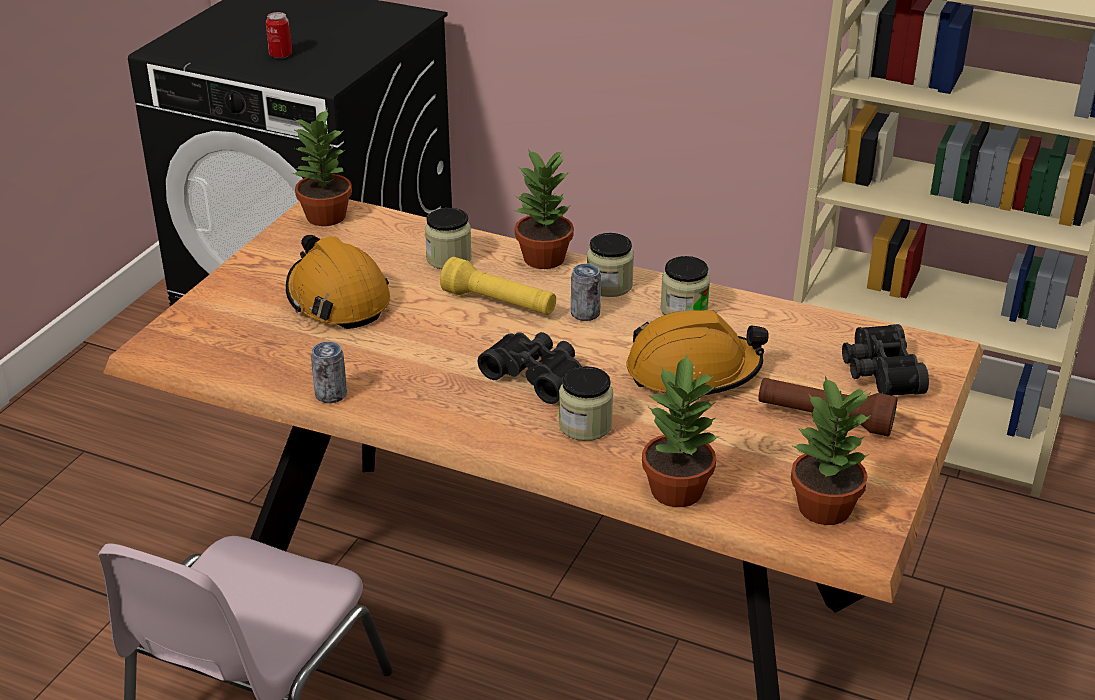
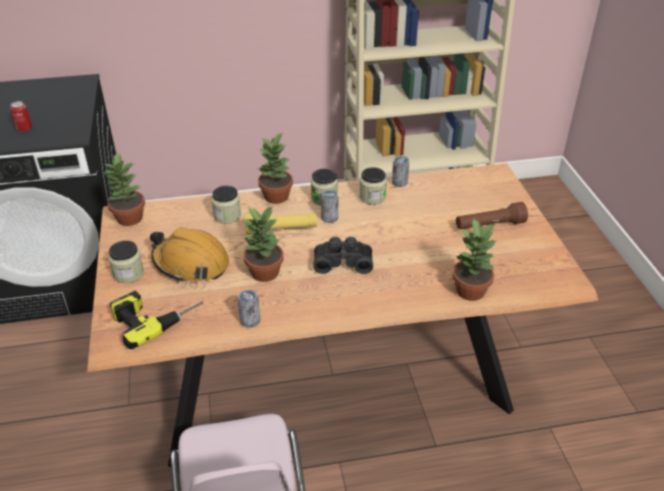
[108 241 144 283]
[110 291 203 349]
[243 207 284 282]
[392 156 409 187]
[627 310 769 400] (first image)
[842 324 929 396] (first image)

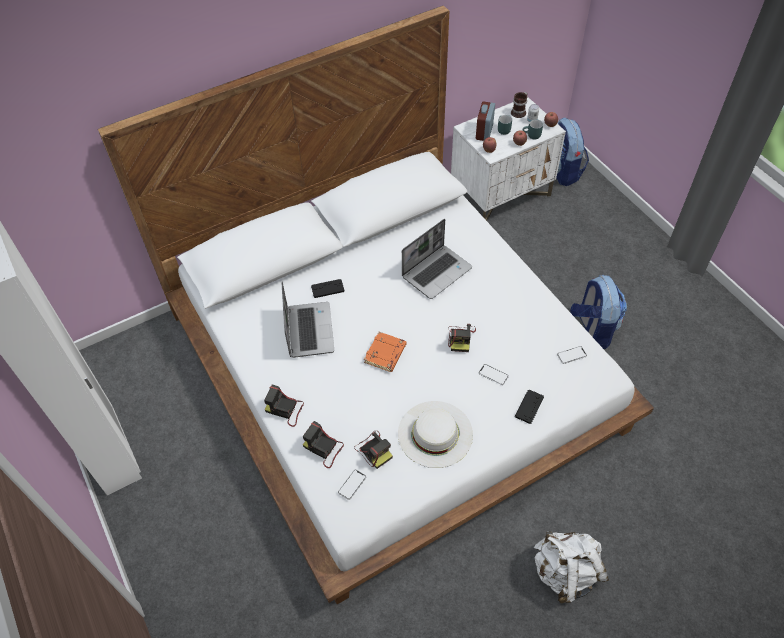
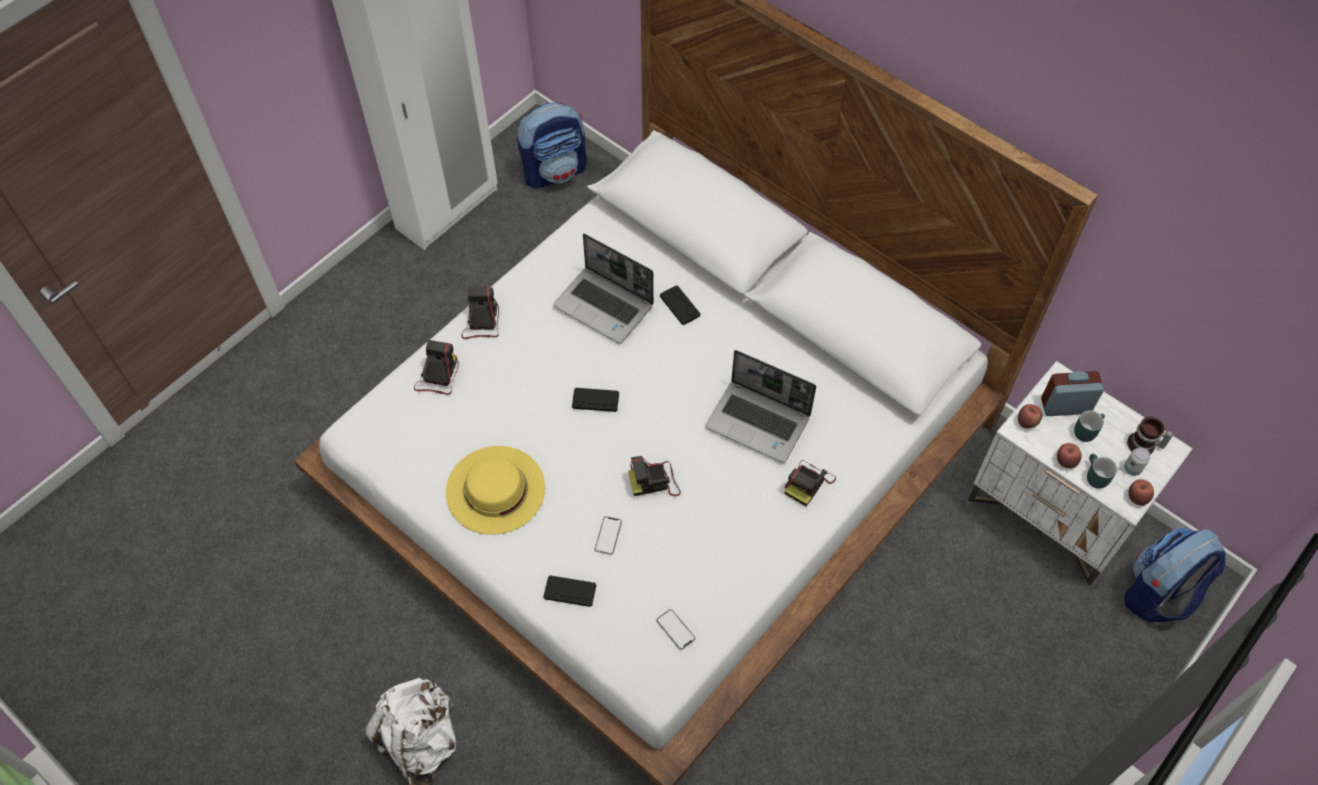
[446 446 545 535]
[517 102 587 188]
[553 233 654 344]
[572 388 619 412]
[785 460 836 506]
[338 469 366 500] (first image)

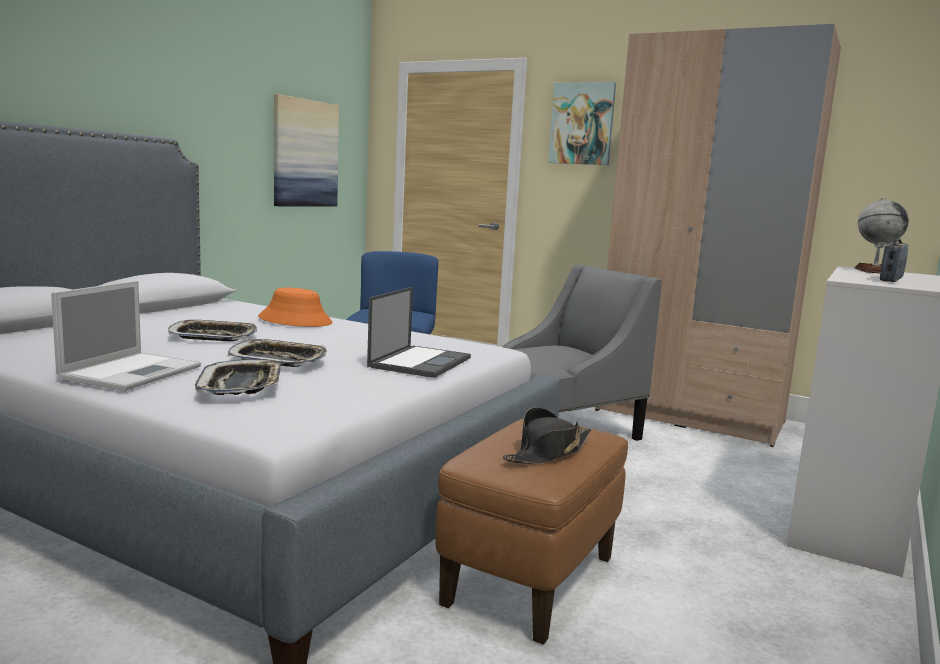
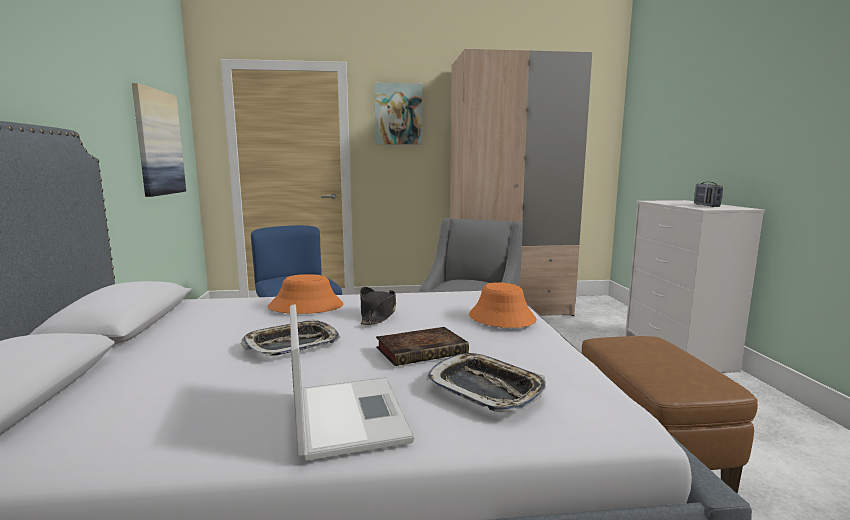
[360 287 396 325]
[376 327 469 366]
[469 282 537 328]
[855 197 909 273] (first image)

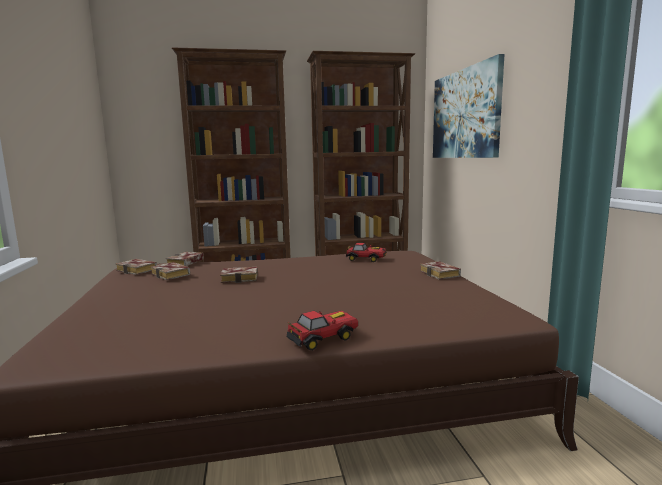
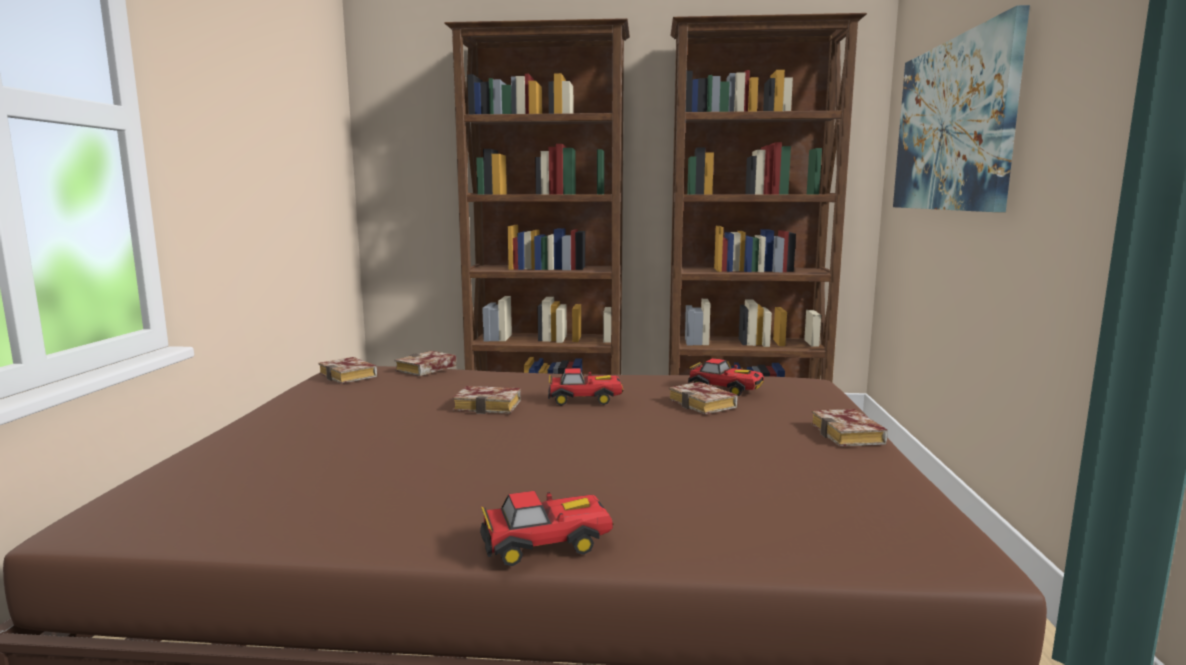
[548 368 624 406]
[668 382 737 415]

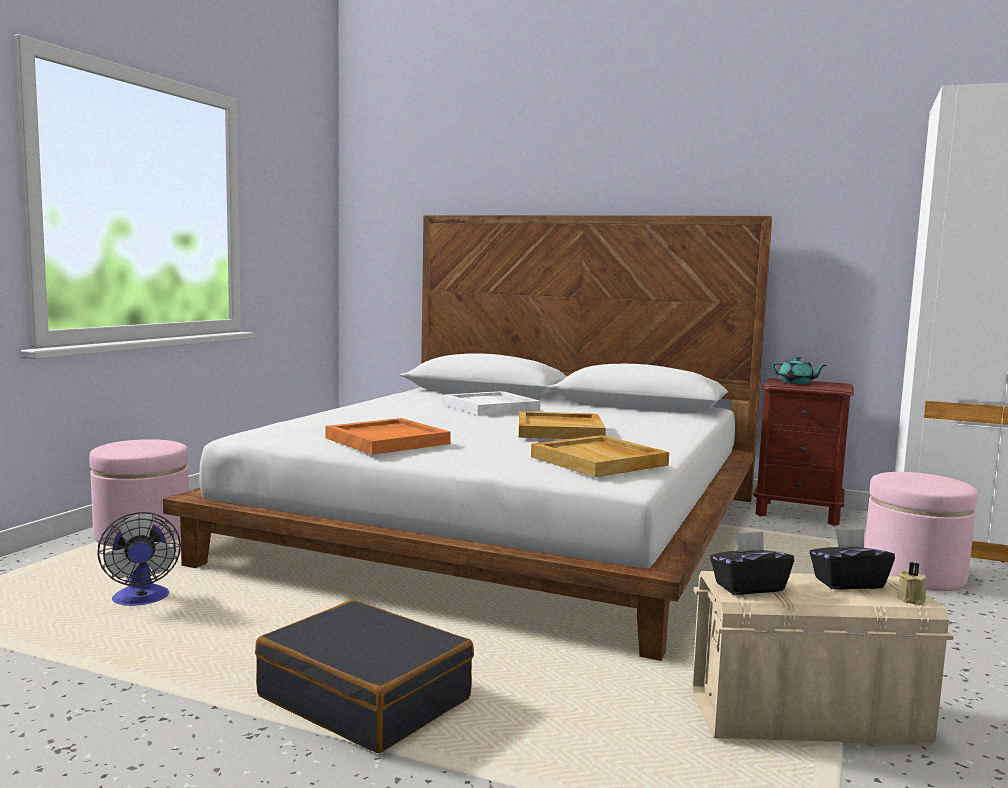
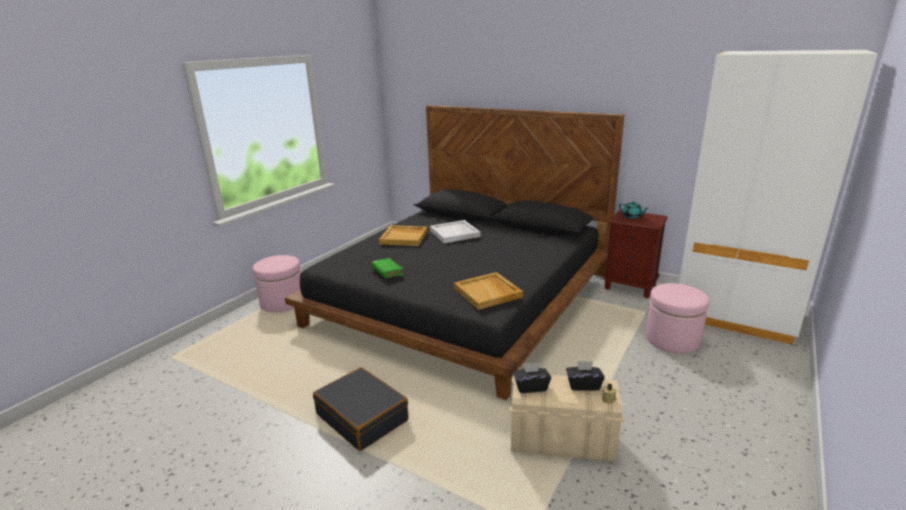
[285 105 624 400]
[371 258 403 278]
[379 225 428 246]
[97 512 181 606] (first image)

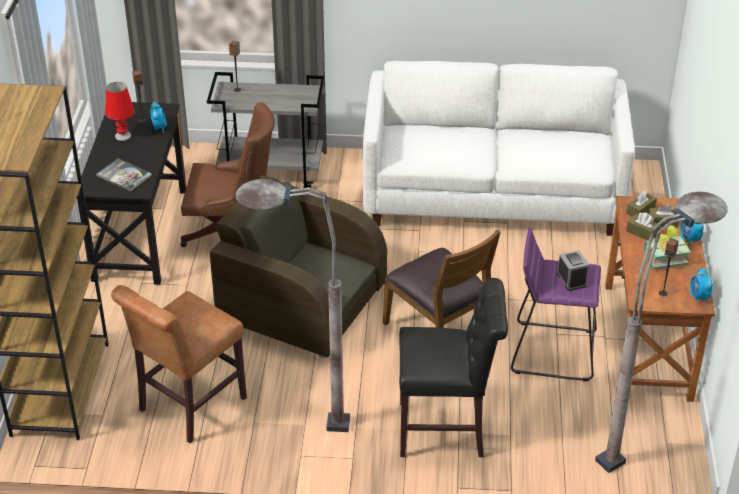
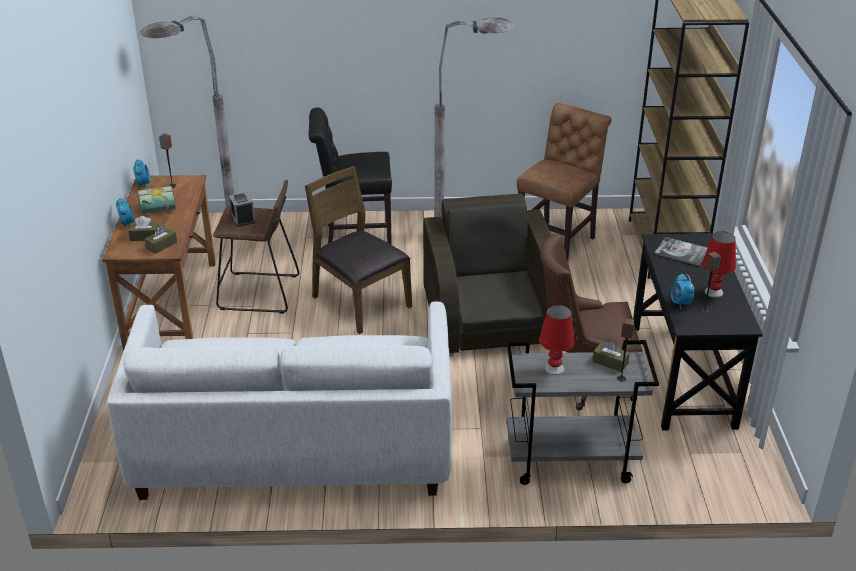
[213 180 299 314]
[423 194 551 357]
[539 305 575 375]
[592 341 630 372]

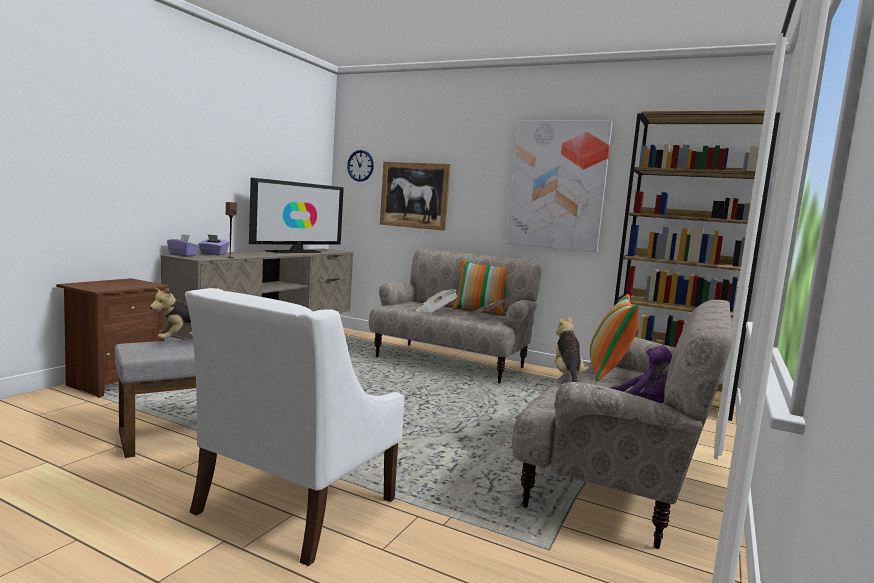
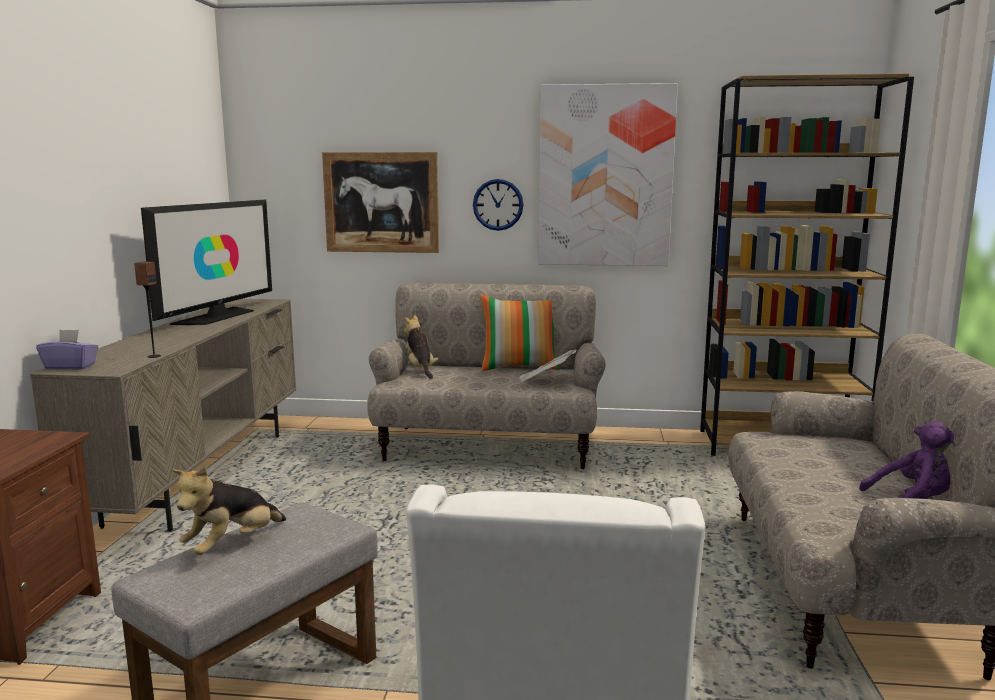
[404 315 438 379]
[473 179 523 231]
[198 234 229 255] (first image)
[416 289 458 313] (first image)
[590 294 639 382] (first image)

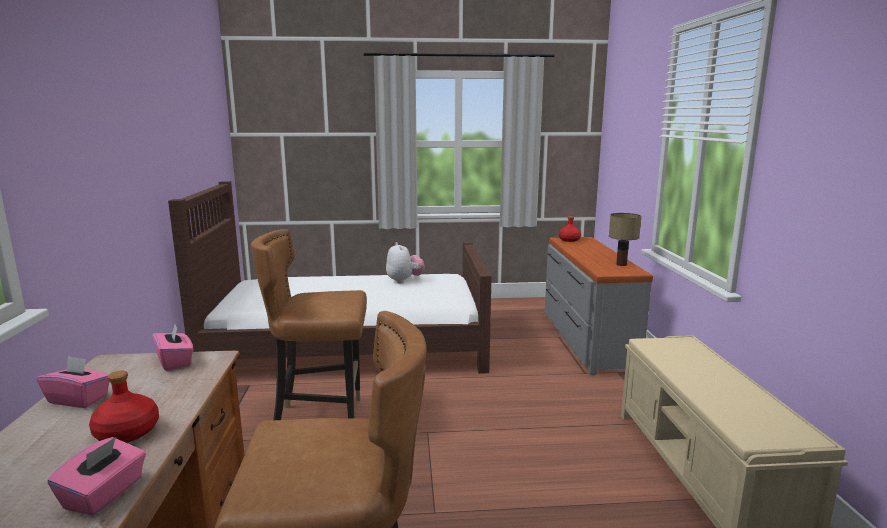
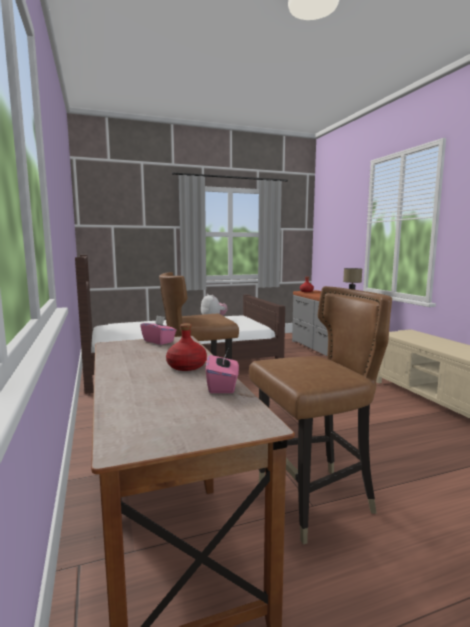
[37 356 110 408] (first image)

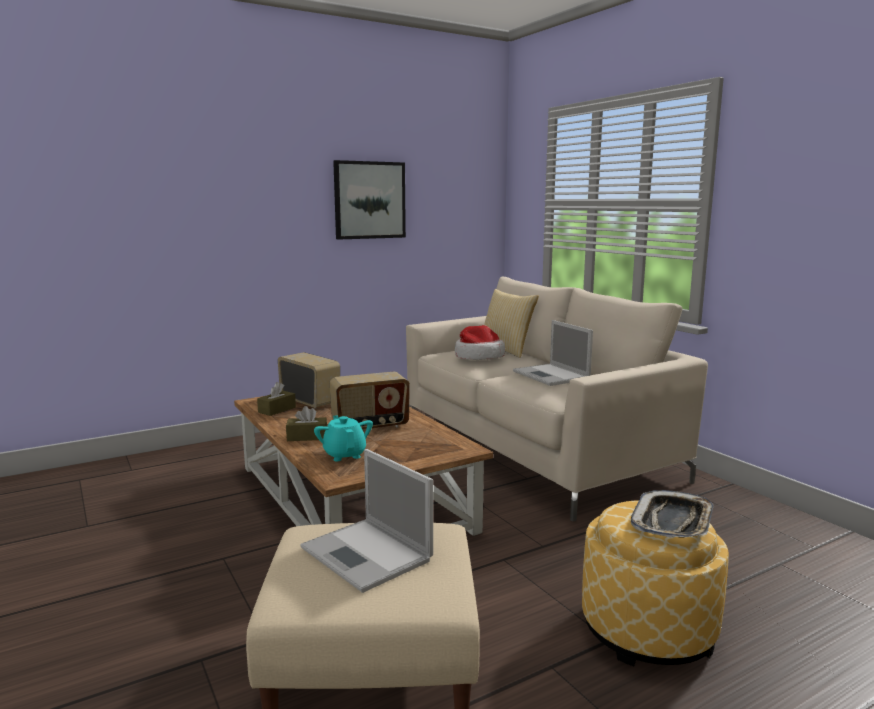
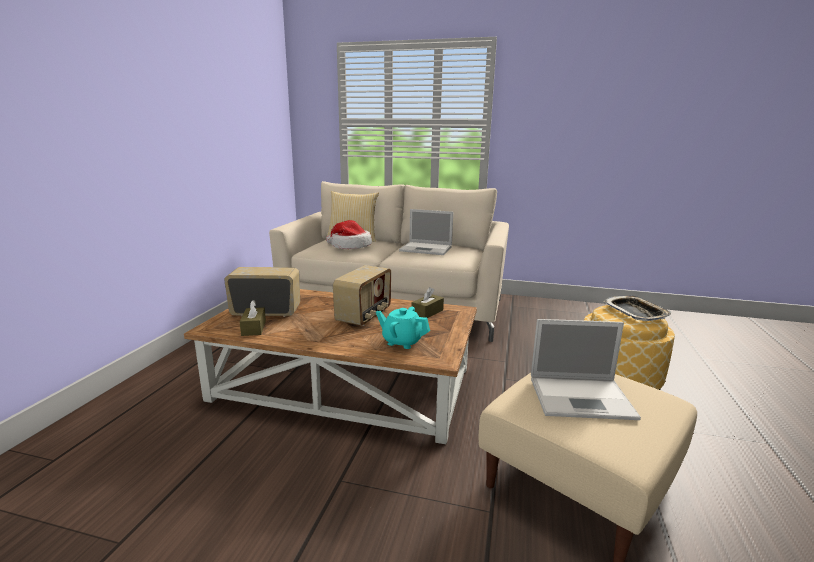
[412 287 444 318]
[333 160 406 240] (first image)

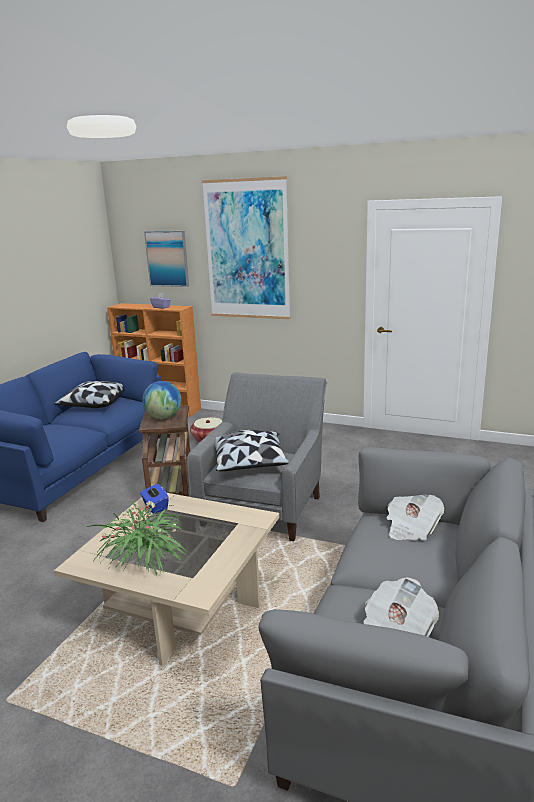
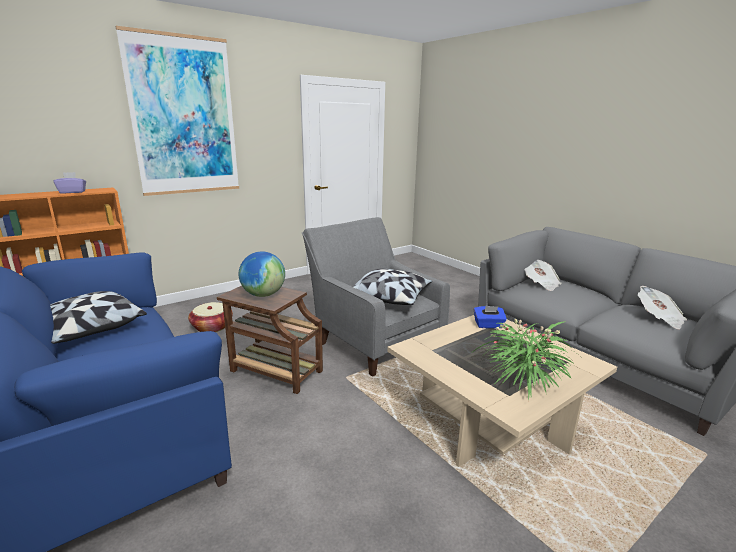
[474 306 507 328]
[144 231 189 287] (first image)

